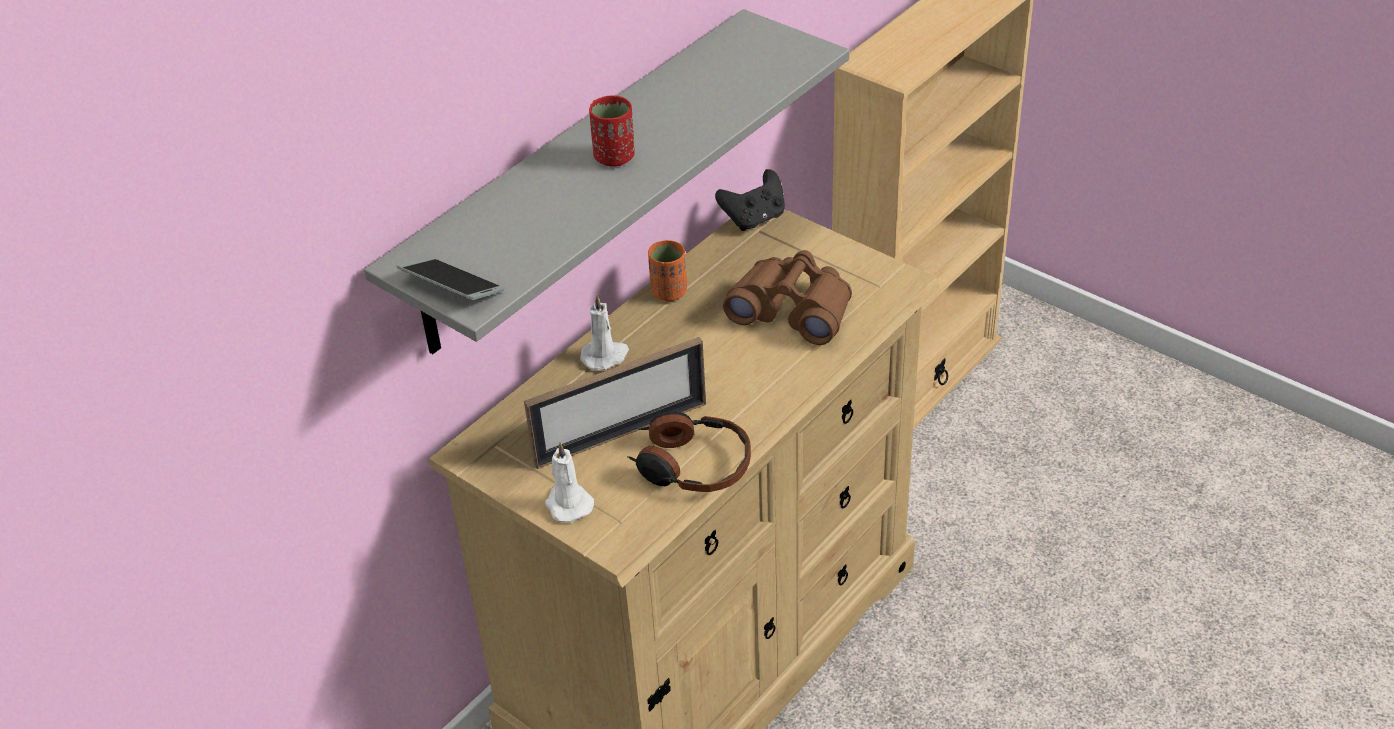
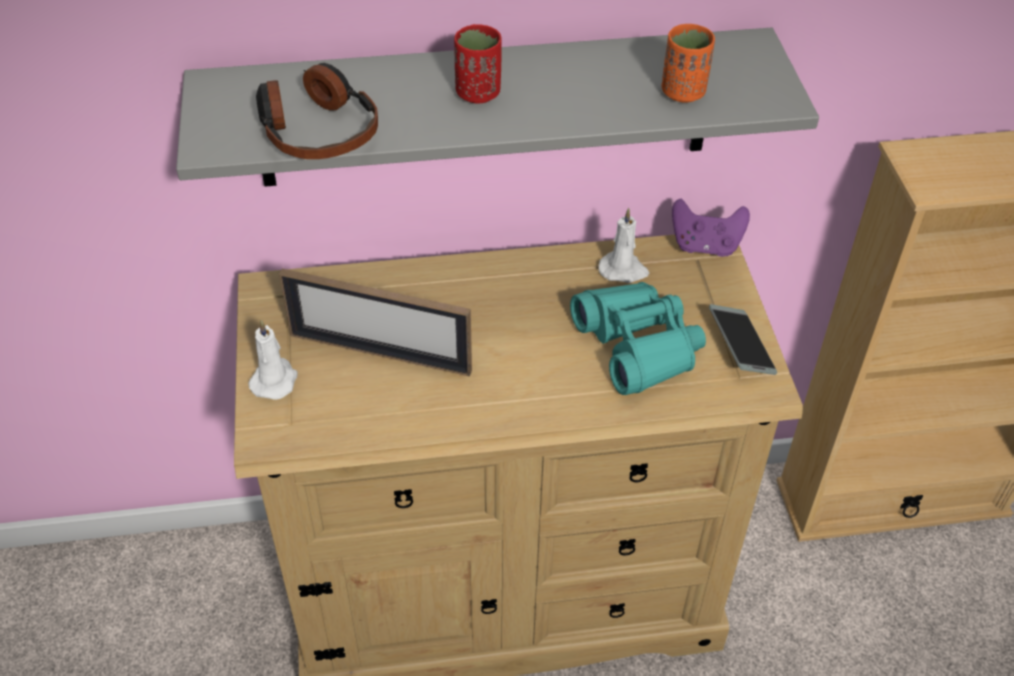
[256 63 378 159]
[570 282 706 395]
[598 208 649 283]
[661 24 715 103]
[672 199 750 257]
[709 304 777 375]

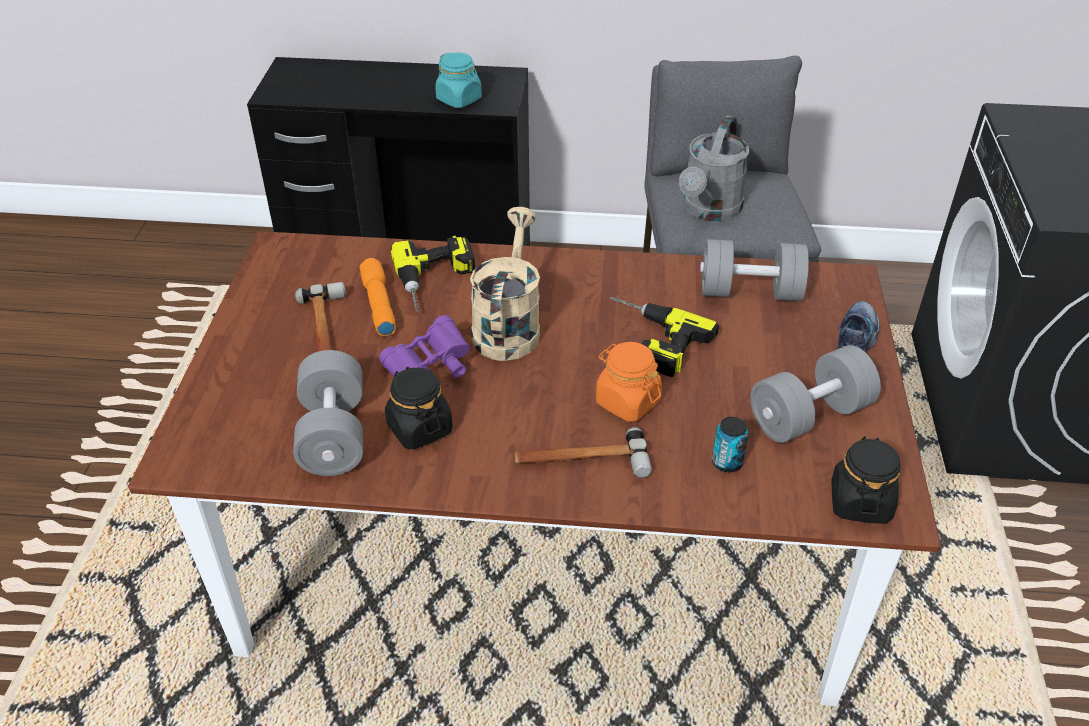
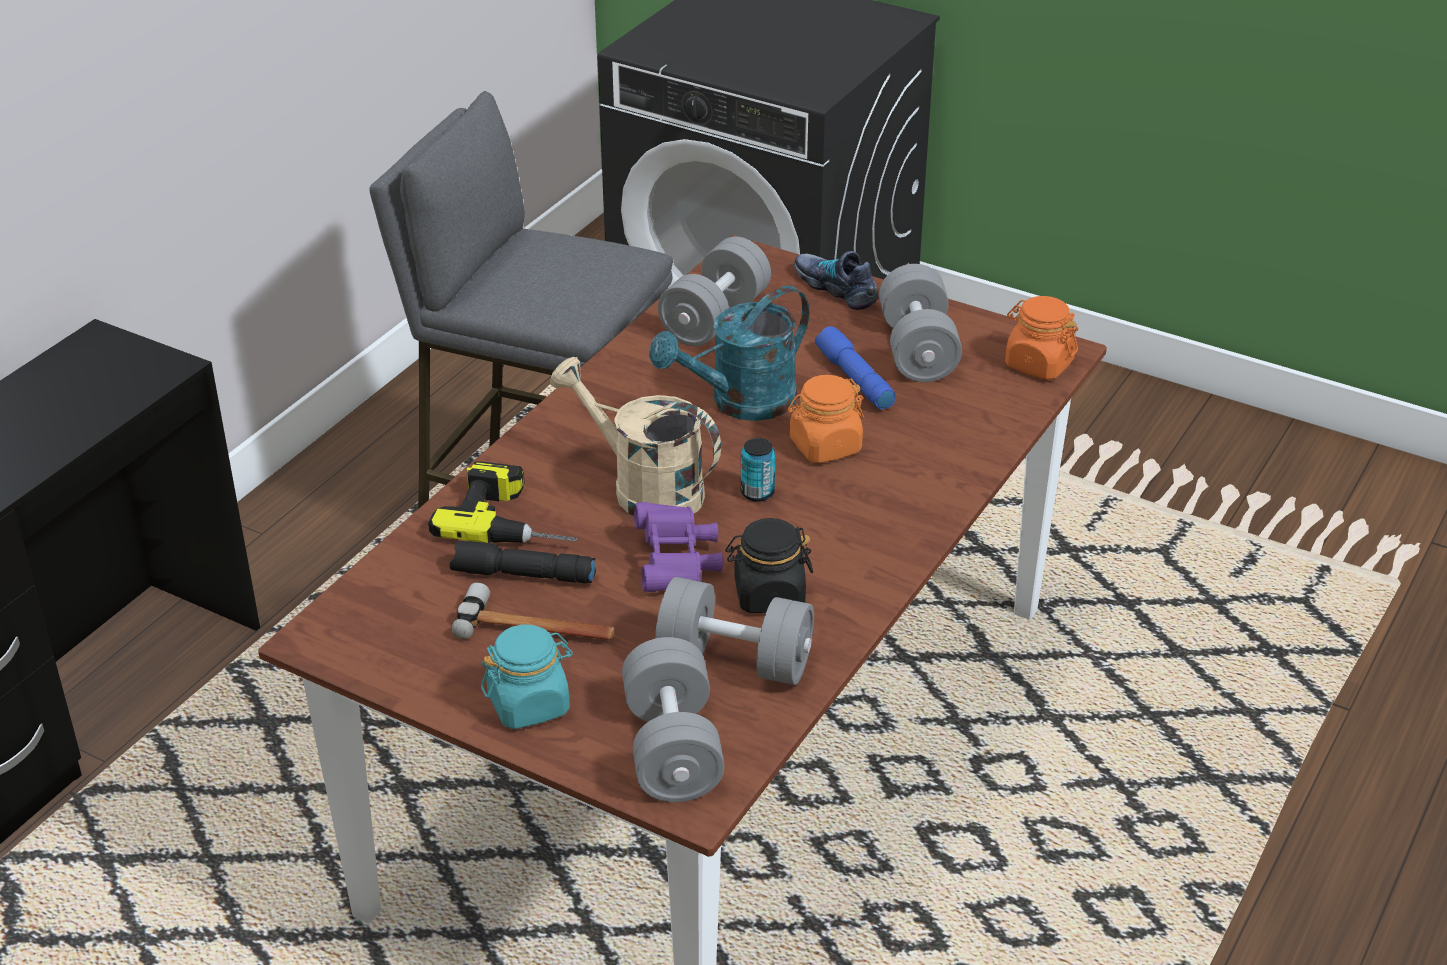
[450 541 596 583]
[481 625 573 729]
[622 637 724 802]
[649 286 809 421]
[741 438 775 502]
[815 326 895 410]
[1005 296 1078 380]
[514 427 652 478] (first image)
[679 115 749 221] (first image)

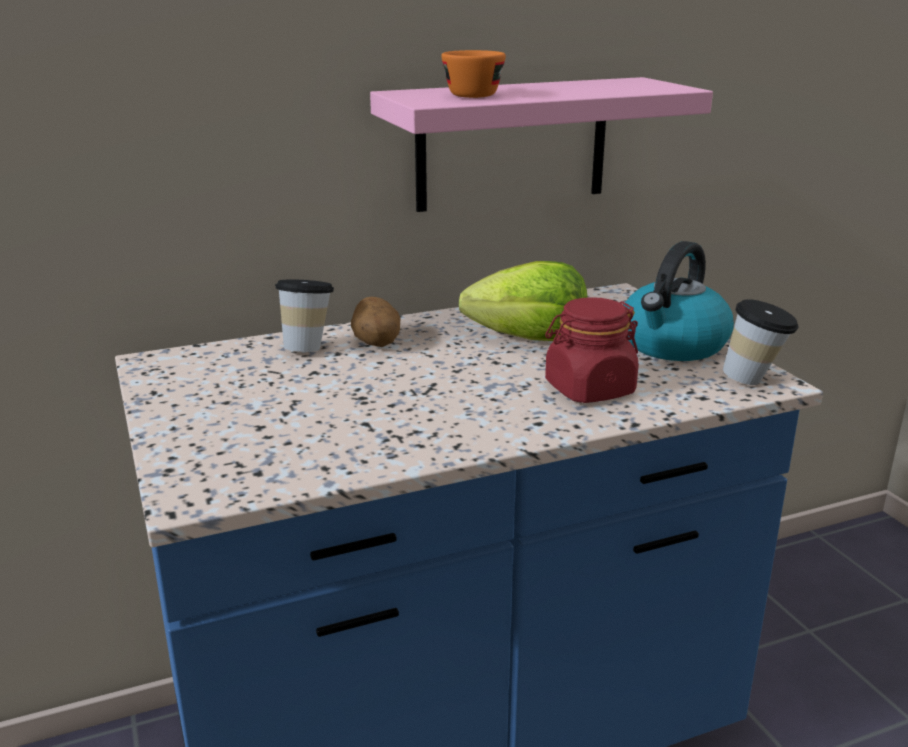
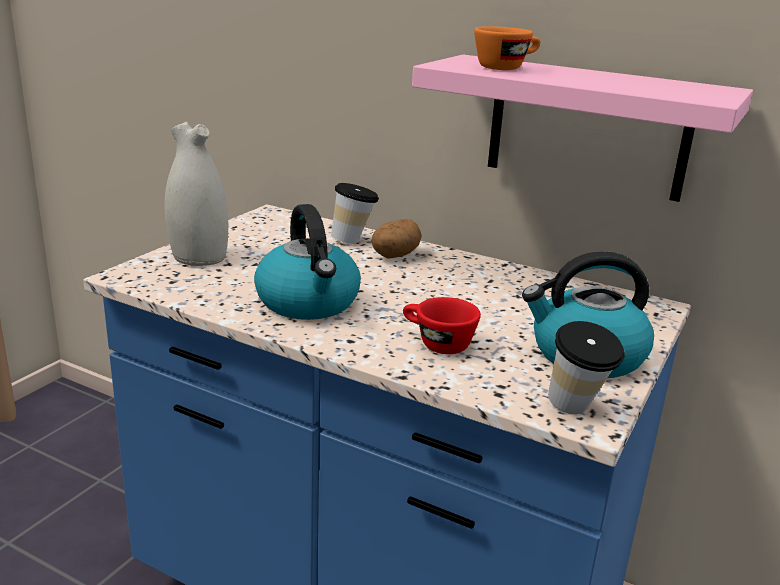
[164 122 228 266]
[254 204 361 320]
[403 297 481 354]
[459 261 588 341] (first image)

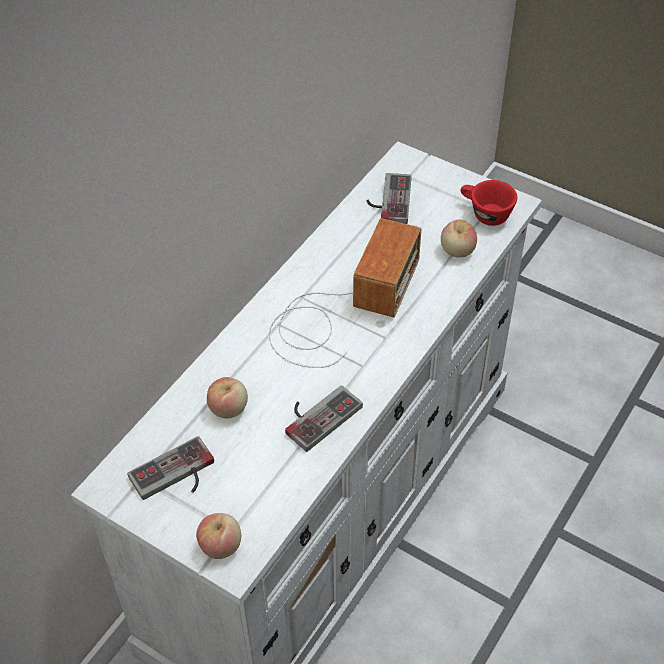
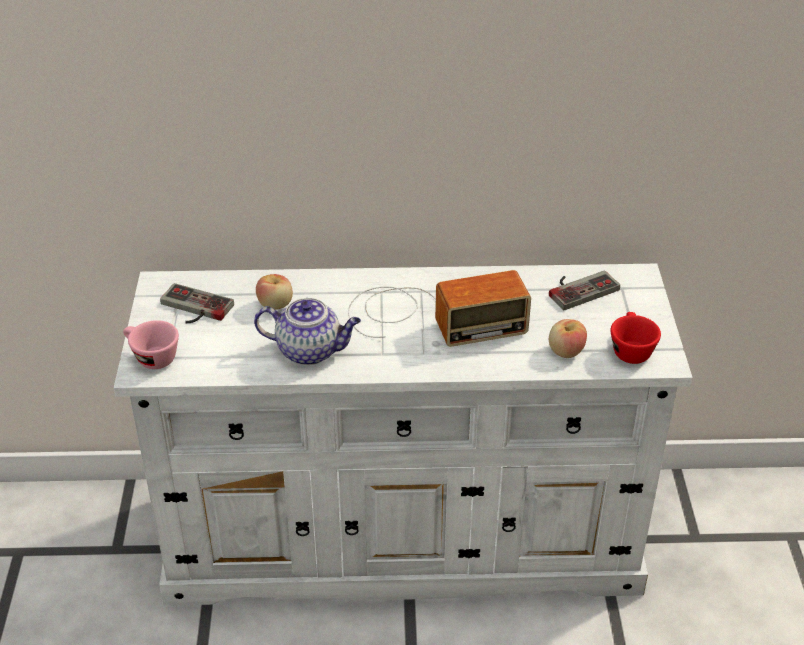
[123 320 179 369]
[254 298 361 365]

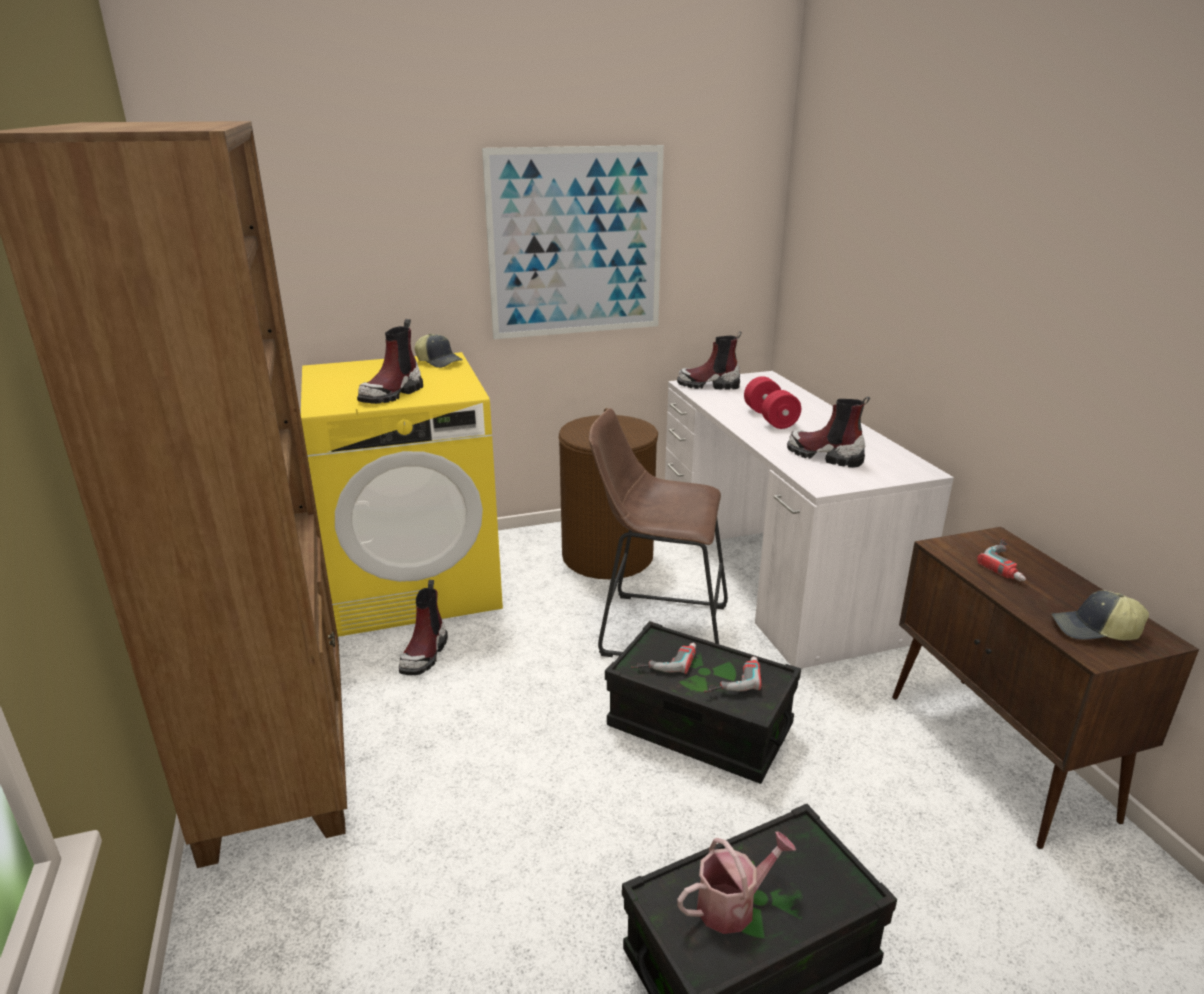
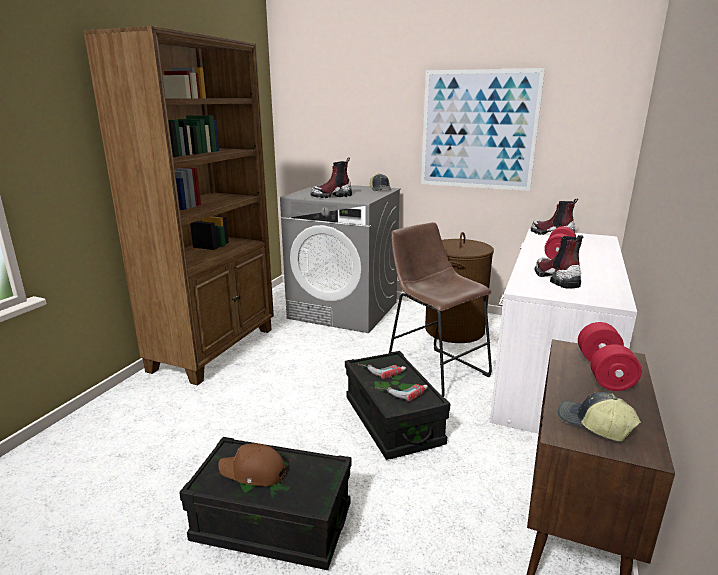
[218 443 287 486]
[280 183 401 333]
[578 322 642 391]
[399 580 448 675] (first image)

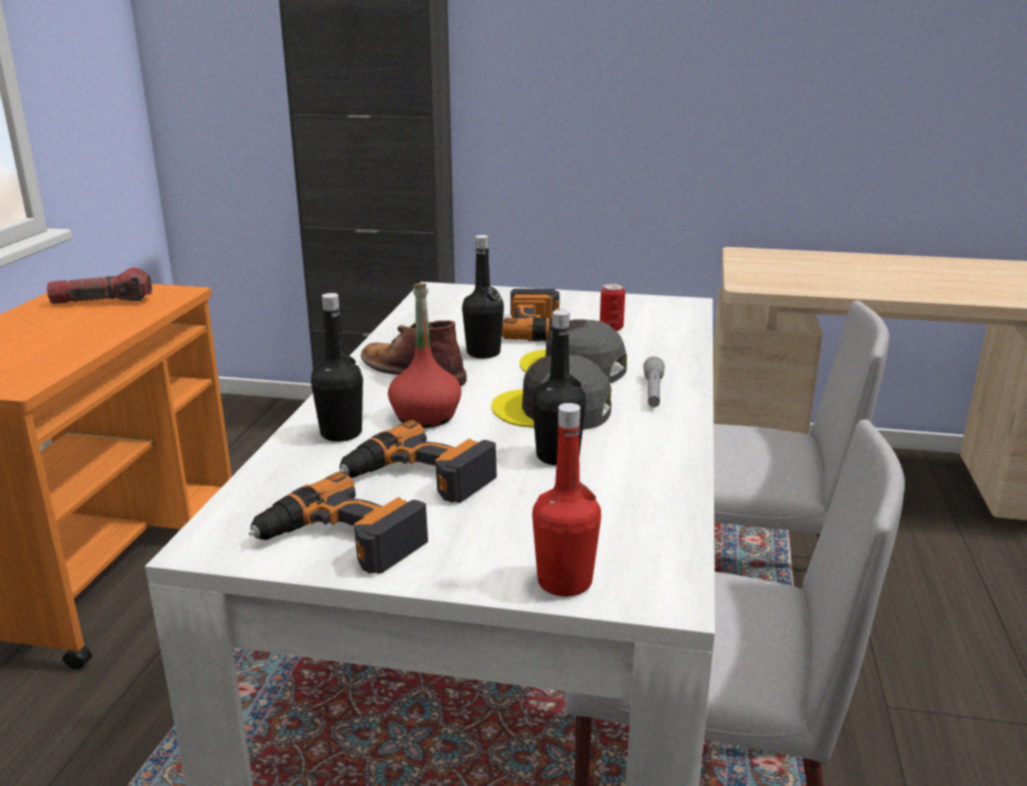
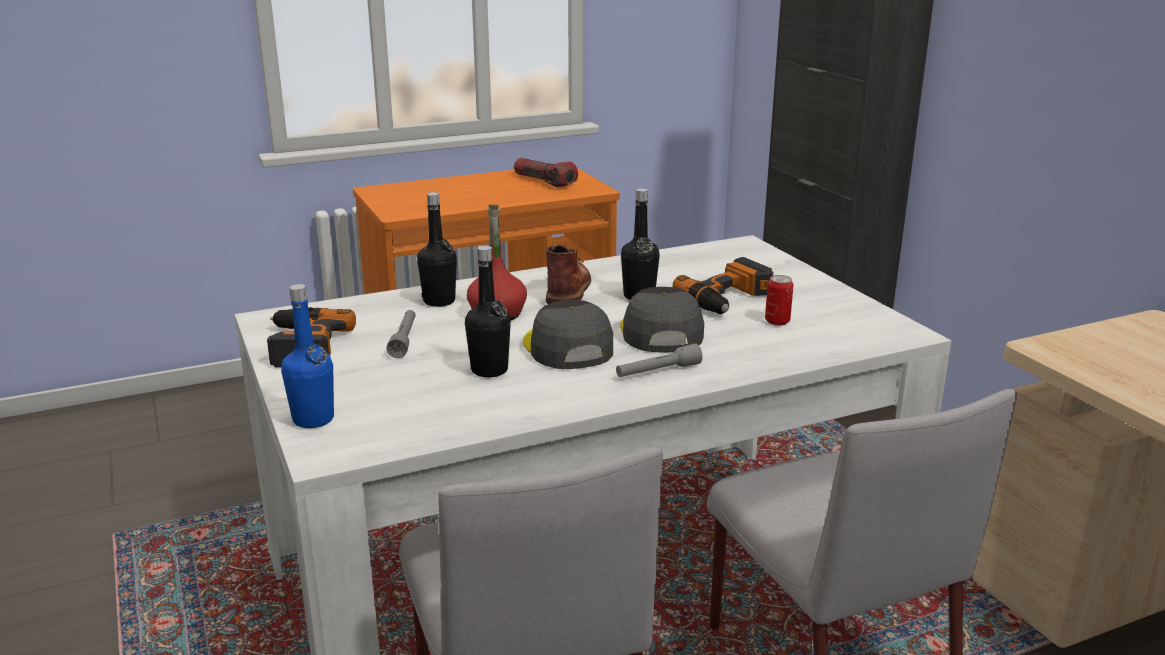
[281 284 334 428]
[387 310 415 358]

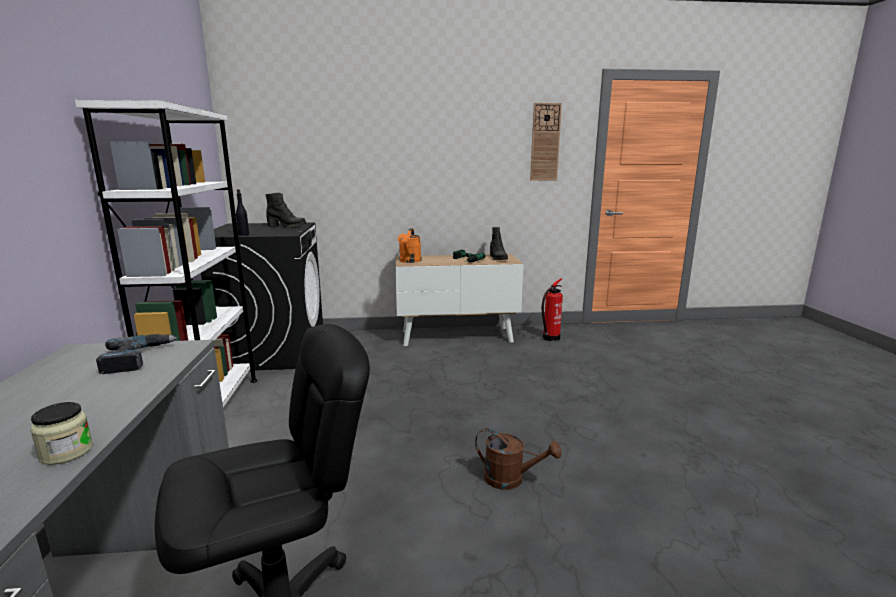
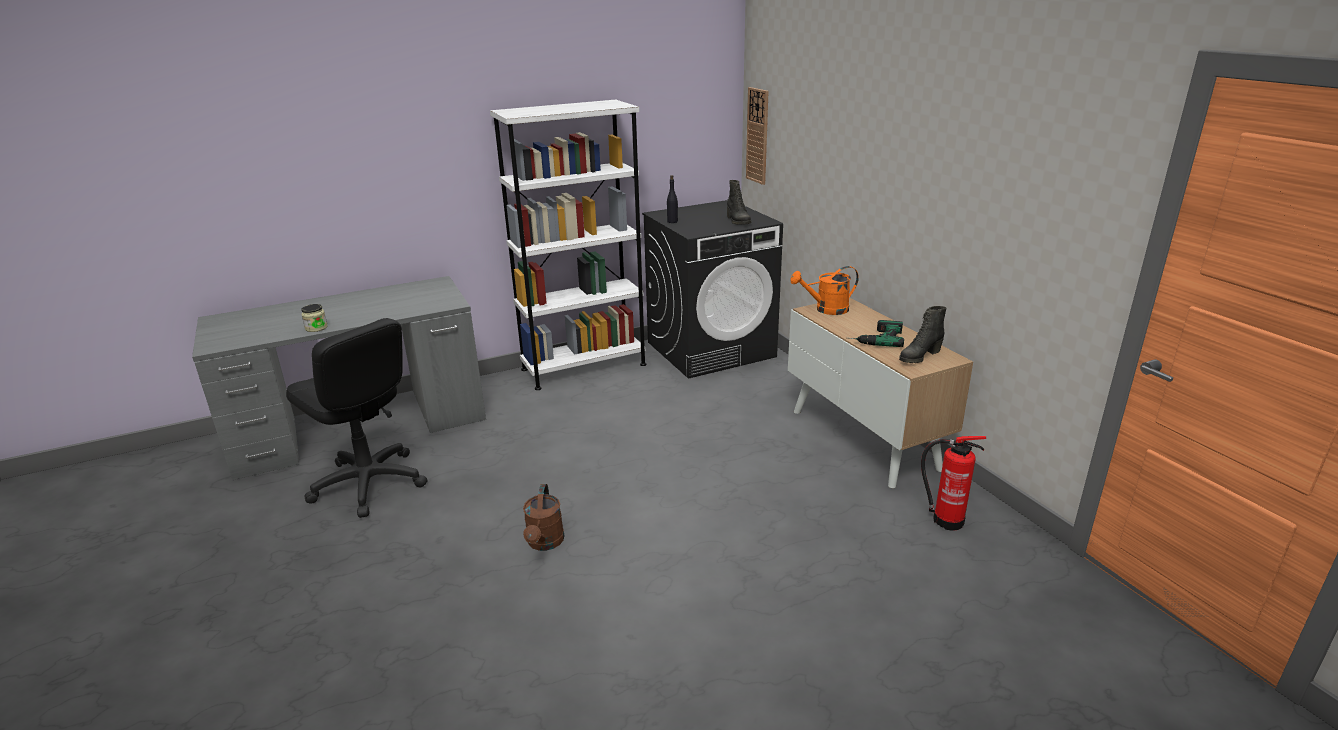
[746 87 769 185]
[96 334 177 374] (first image)

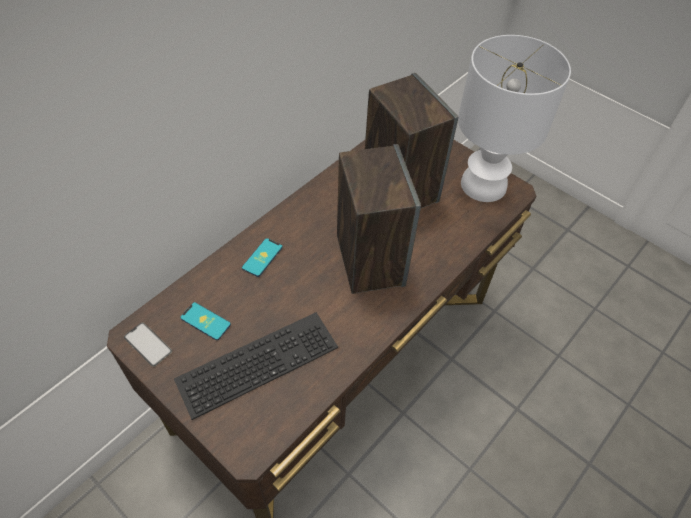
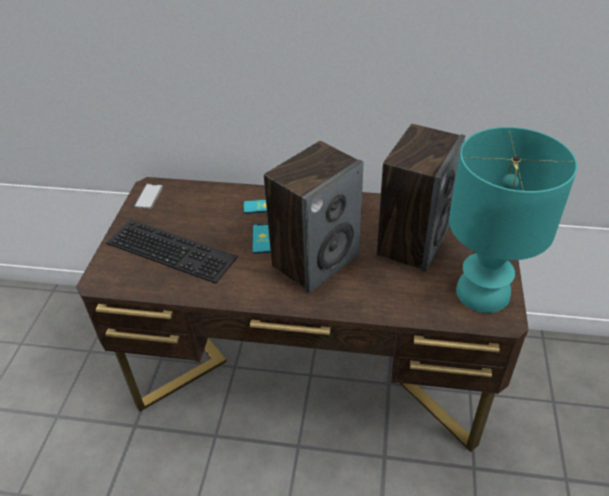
[252 224 271 254]
[449 127 577 313]

